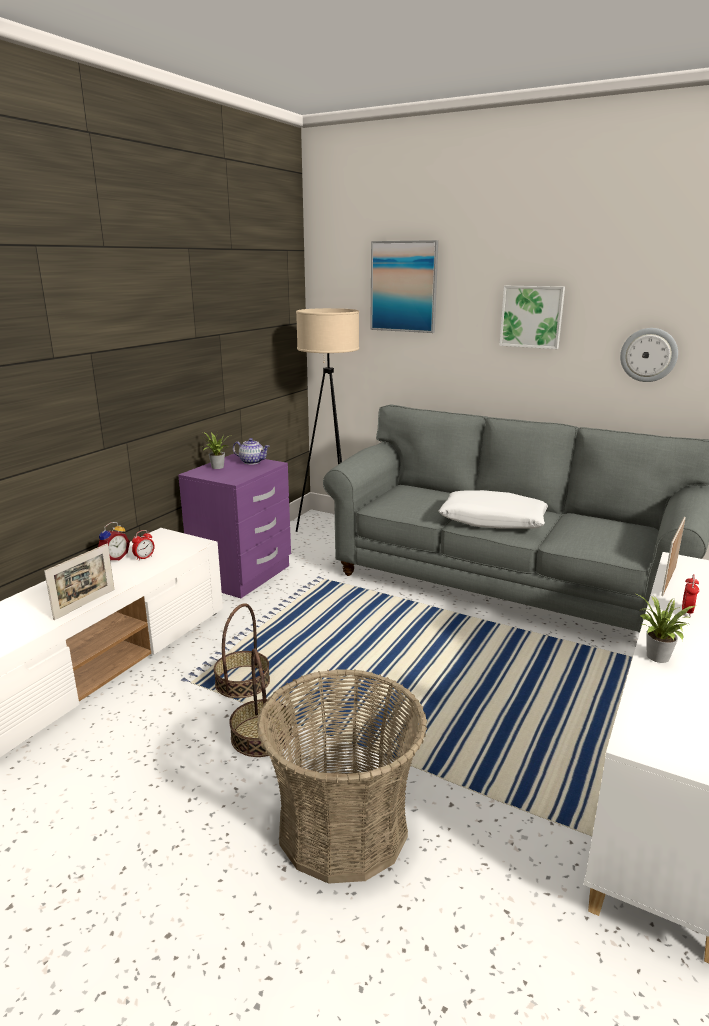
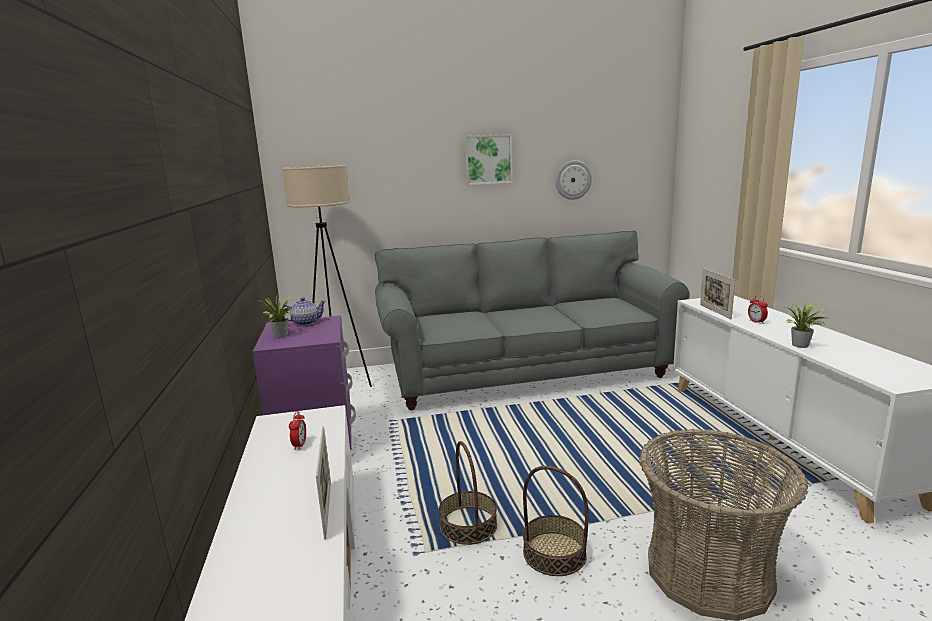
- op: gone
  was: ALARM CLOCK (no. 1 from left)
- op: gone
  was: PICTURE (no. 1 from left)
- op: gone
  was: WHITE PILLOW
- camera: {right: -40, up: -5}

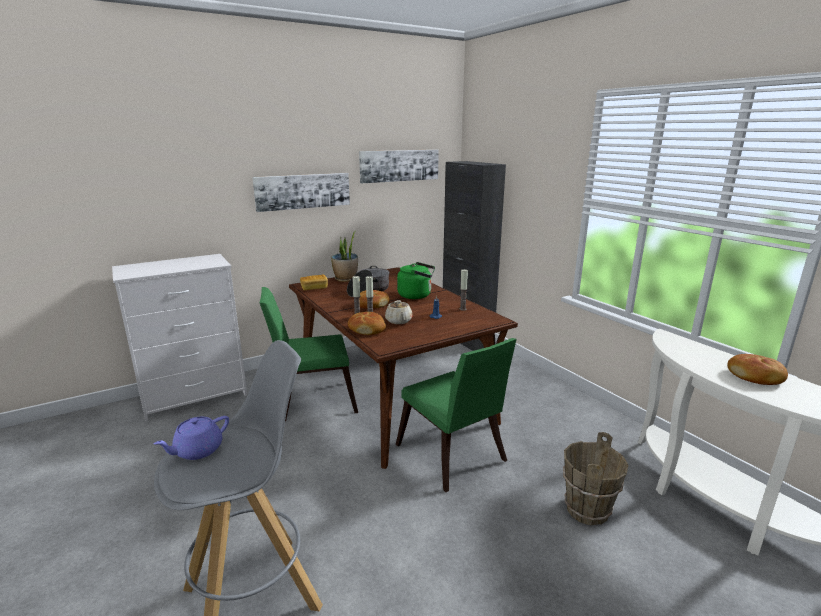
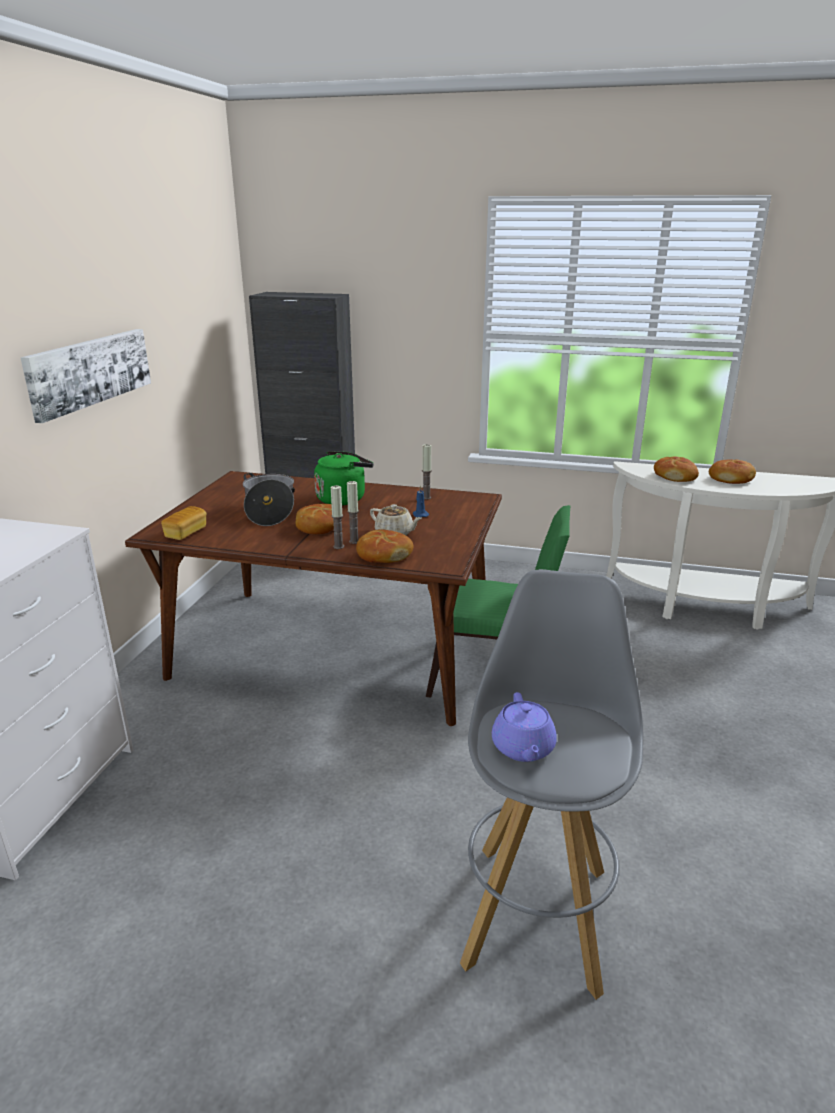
- op: gone
  was: GREEN CHAIR (no. 1 from left)
- op: gone
  was: POTTED PLANT
- op: gone
  was: PICTURE (no. 2 from left)
- op: gone
  was: BROWN BUCKET
- op: new
  now: BREAD (no. 4 from left)
- camera: {right: -45, up: 5}

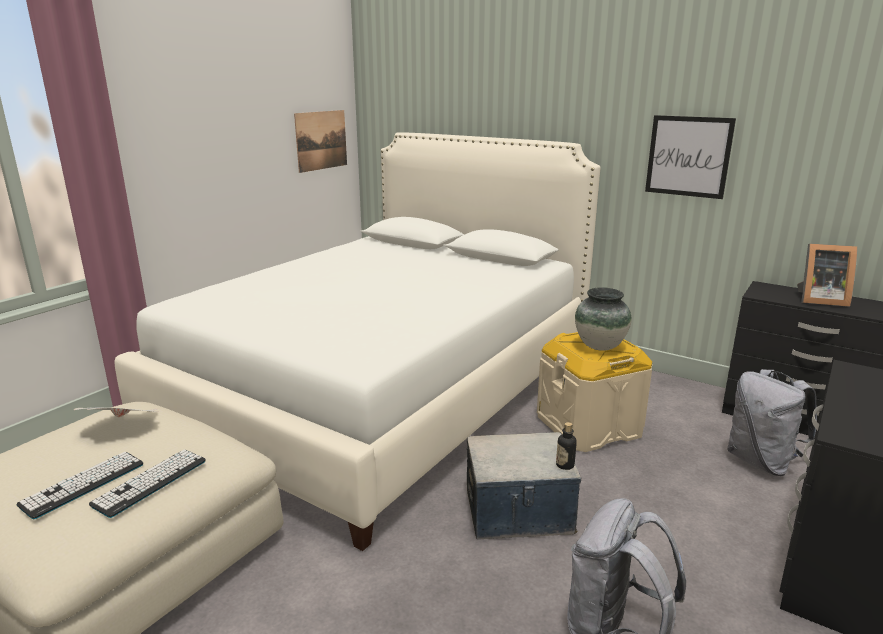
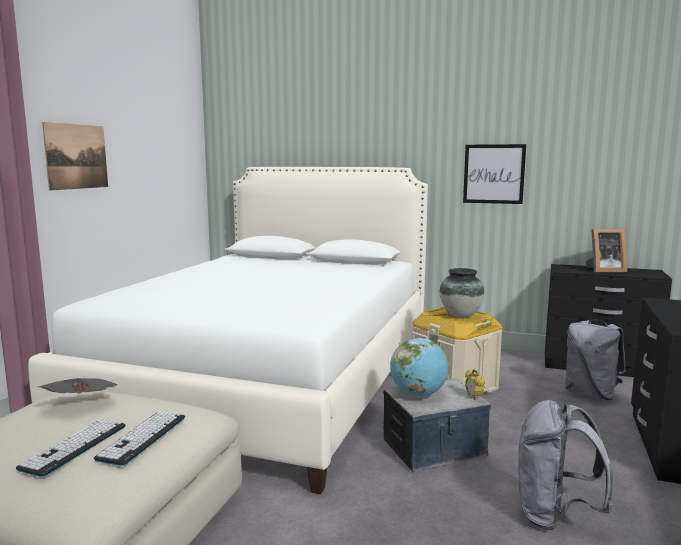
- op: shifted
  was: PICTURE (no. 1 from left)
- op: swapped
  was: BOTTLE
  now: ALARM CLOCK
- op: new
  now: GLOBE
- camera: {right: -15, up: -10}

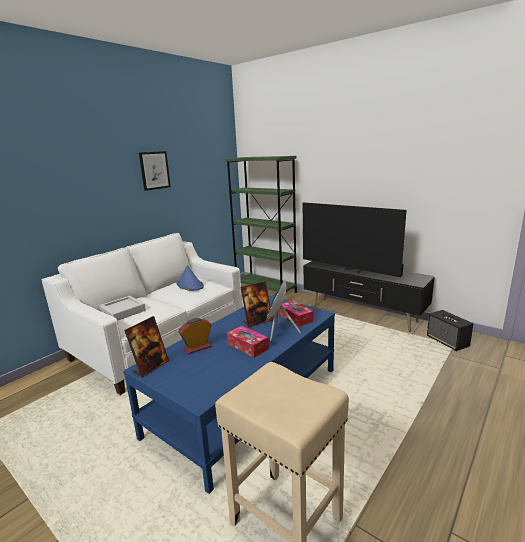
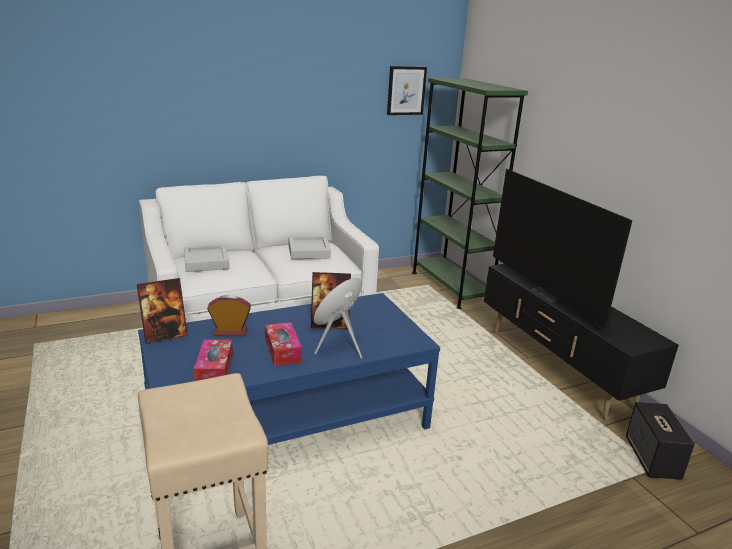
- op: shifted
  was: PICTURE
- op: swapped
  was: BLUE HAT
  now: GREY TRAY (no. 2 from left)
- op: shifted
  was: TISSUE BOX (no. 2 from left in the first image)
  now: TISSUE BOX (no. 1 from left)
- camera: {right: 25, up: 5}

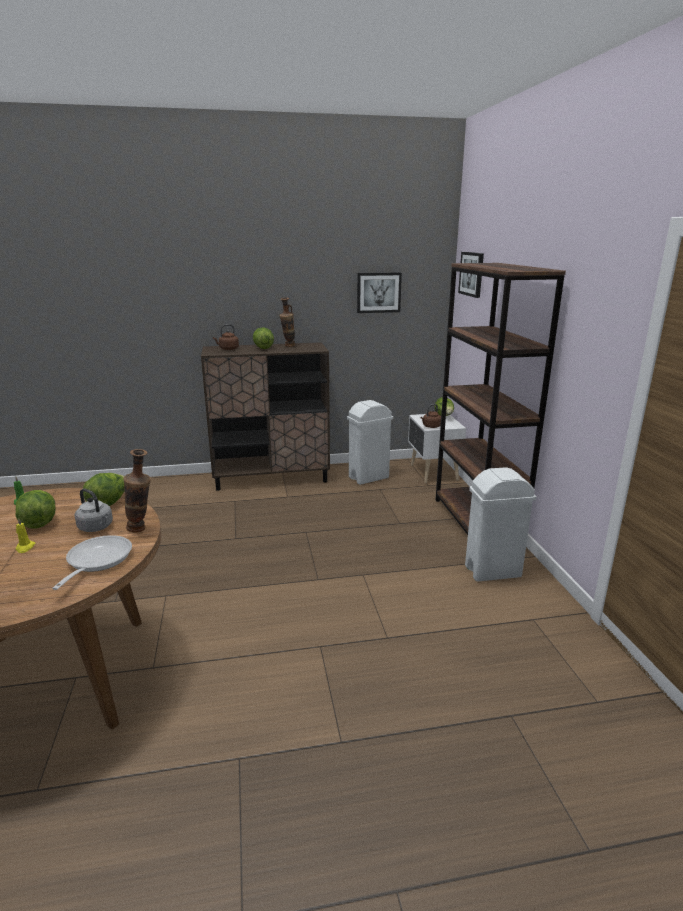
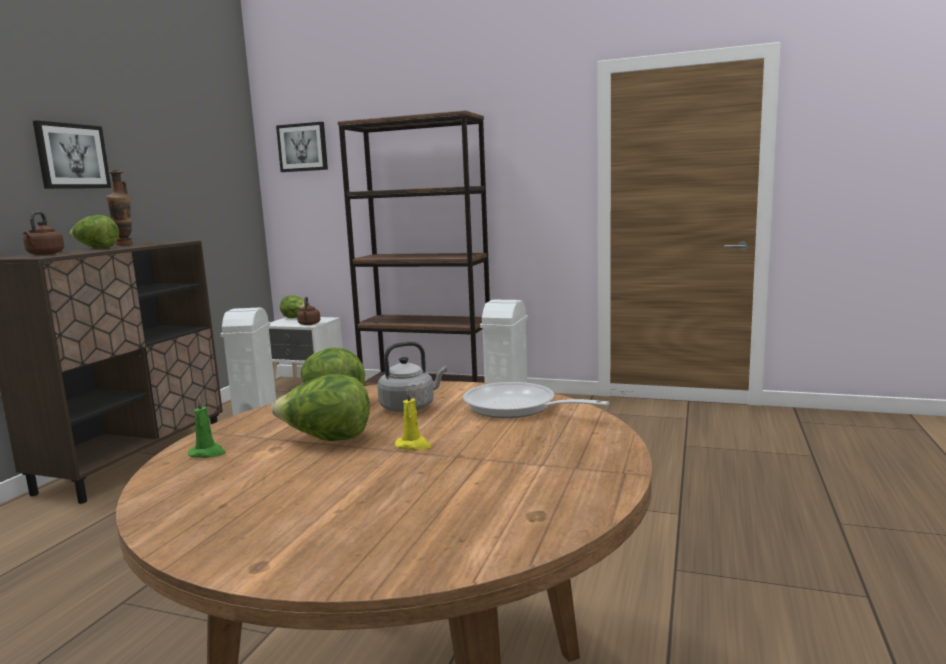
- op: gone
  was: VASE (no. 1 from left)
- op: shifted
  was: PICTURE (no. 1 from left)
- camera: {right: -60, up: -10}

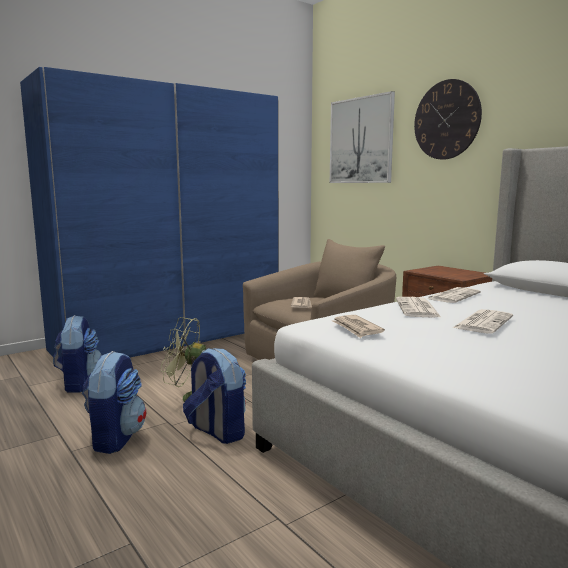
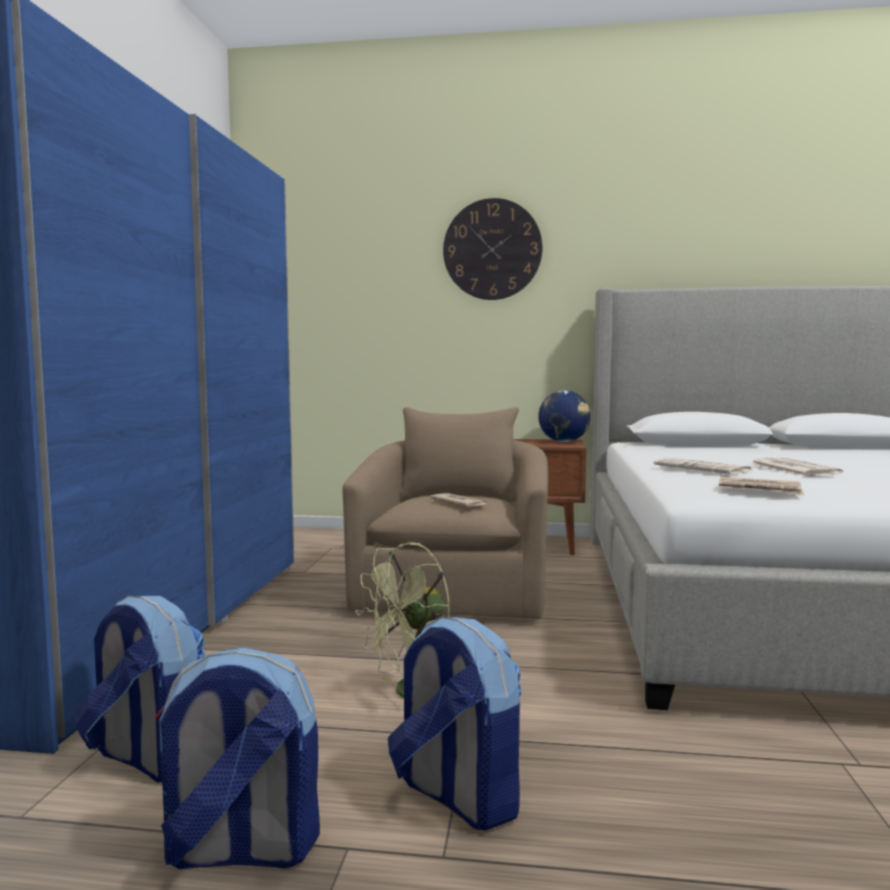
- op: shifted
  was: BACKPACK (no. 3 from left in the first image)
  now: BACKPACK (no. 2 from left)
- op: gone
  was: PICTURE
- op: gone
  was: NEWSPAPER (no. 4 from left)
- op: new
  now: GLOBE
- camera: {right: -45, up: -5}

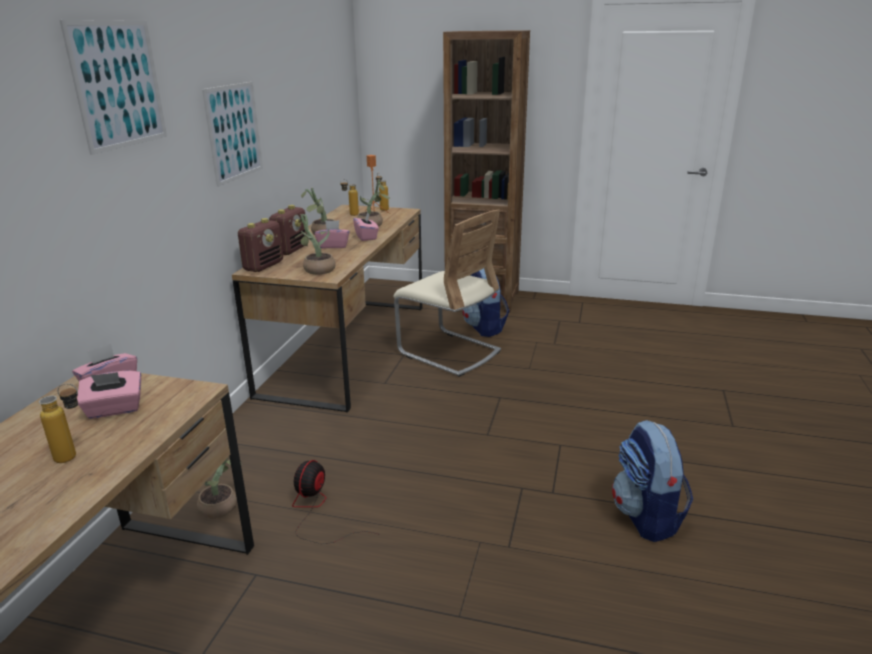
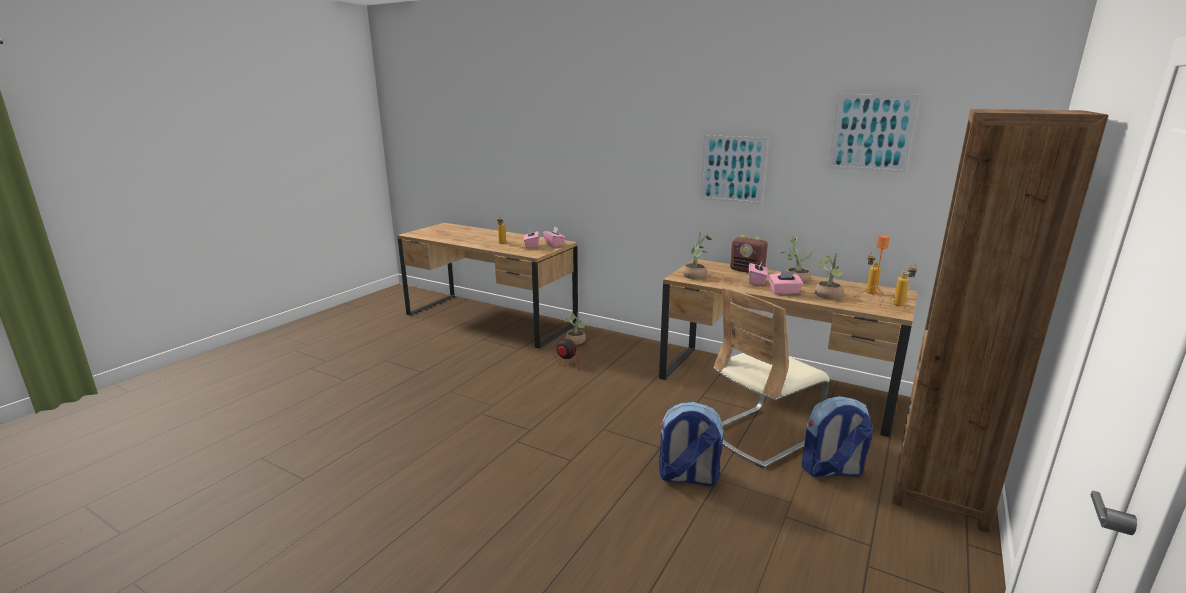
- op: shifted
  was: PICTURE (no. 1 from left in the first image)
  now: PICTURE (no. 2 from left)
- op: gone
  was: RADIO (no. 1 from left)
- op: shifted
  was: BACKPACK (no. 2 from left in the first image)
  now: BACKPACK (no. 1 from left)
- camera: {right: 105, up: -5}

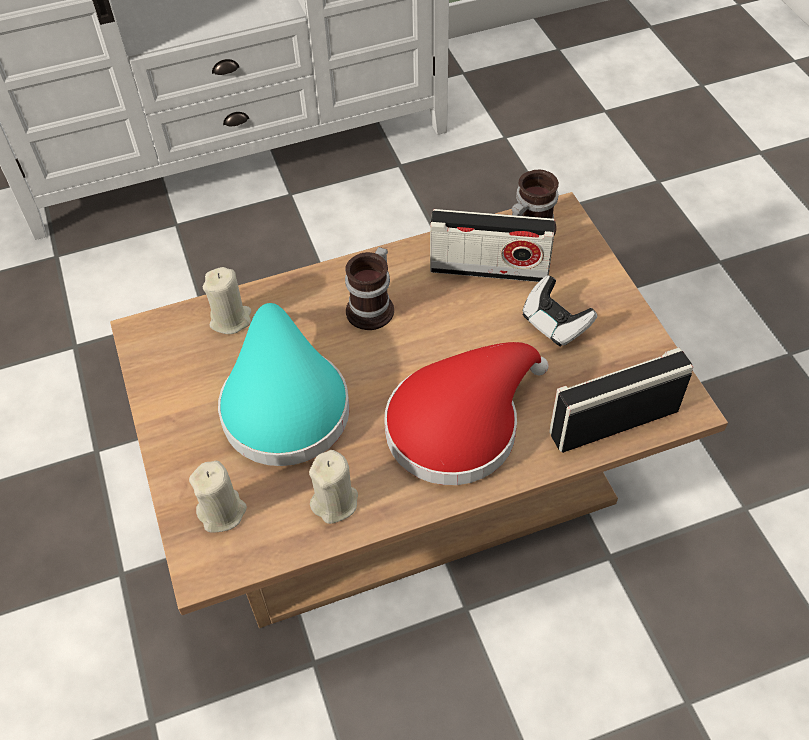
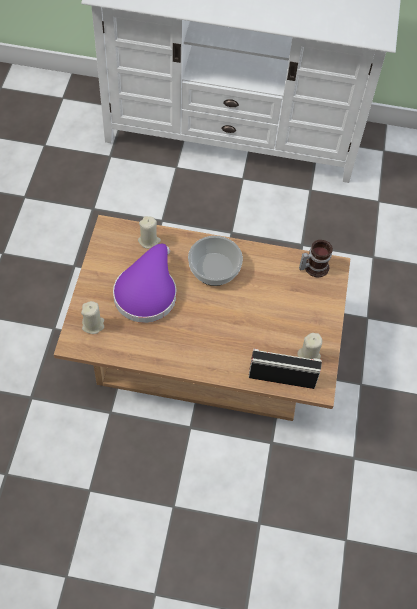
- op: repainted
  was: TURQUOISE HAT
  now: PURPLE HAT
- op: shifted
  was: BEIGE CANDLE (no. 3 from left)
- op: swapped
  was: MUG (no. 1 from left)
  now: BOWL
- op: gone
  was: RED HAT
- op: gone
  was: RADIO (no. 1 from left)
- op: gone
  was: GAME CONTROLLER
- camera: {right: 25, up: 5}

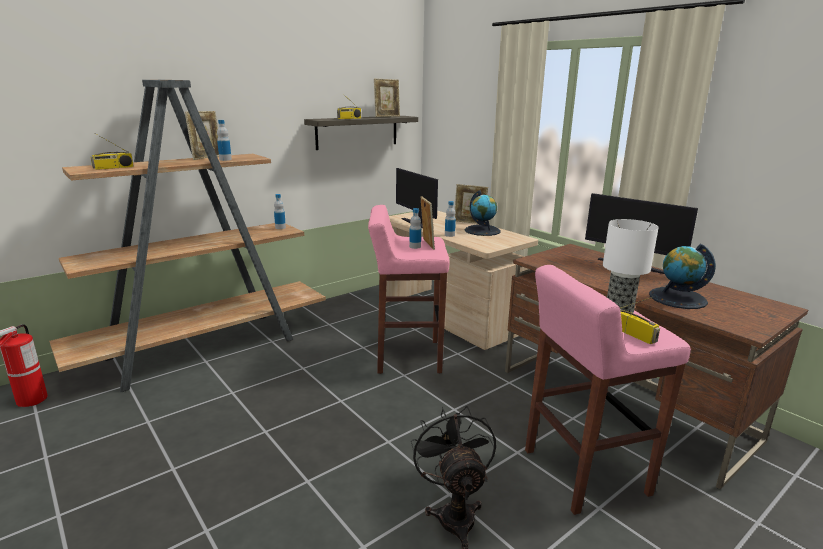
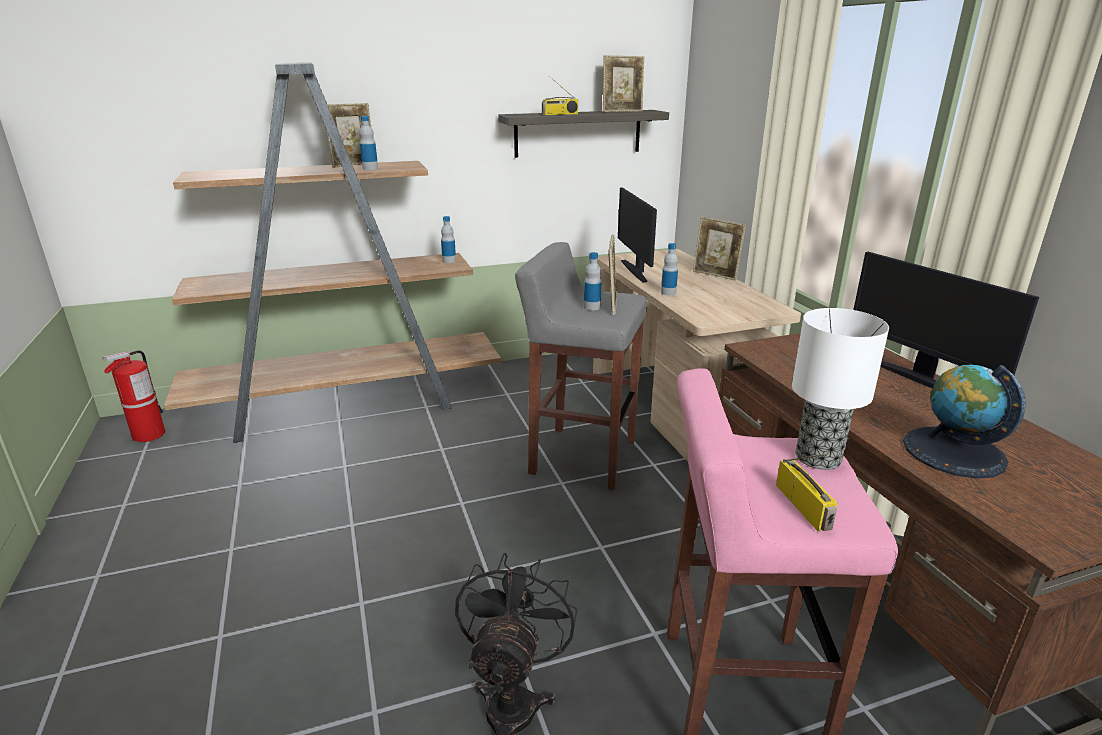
- op: gone
  was: RADIO (no. 1 from left)
- op: repainted
  was: PINK STOOL (no. 1 from left)
  now: GREY STOOL
- op: gone
  was: GLOBE (no. 1 from left)
- camera: {right: 20, up: 5}

